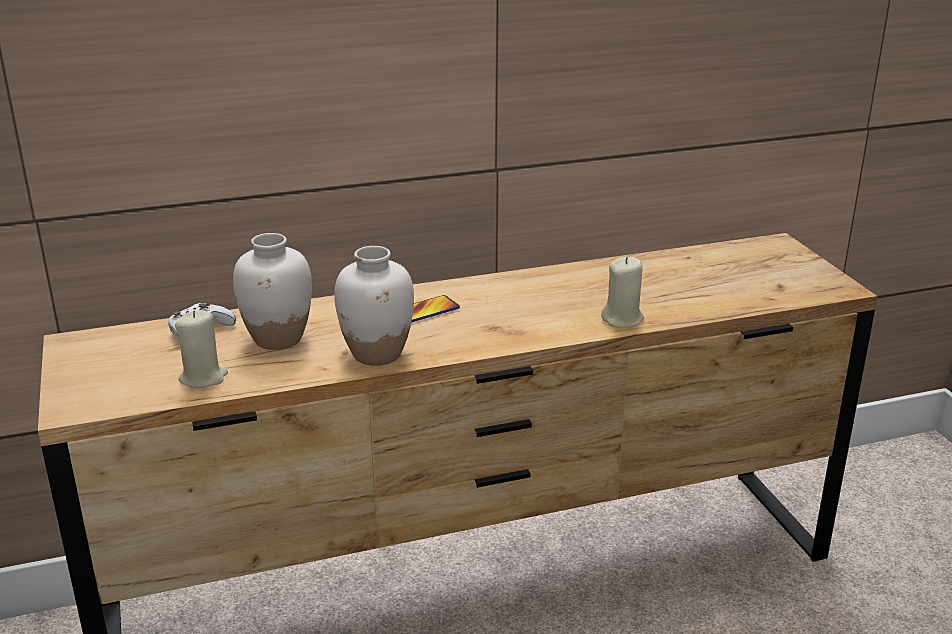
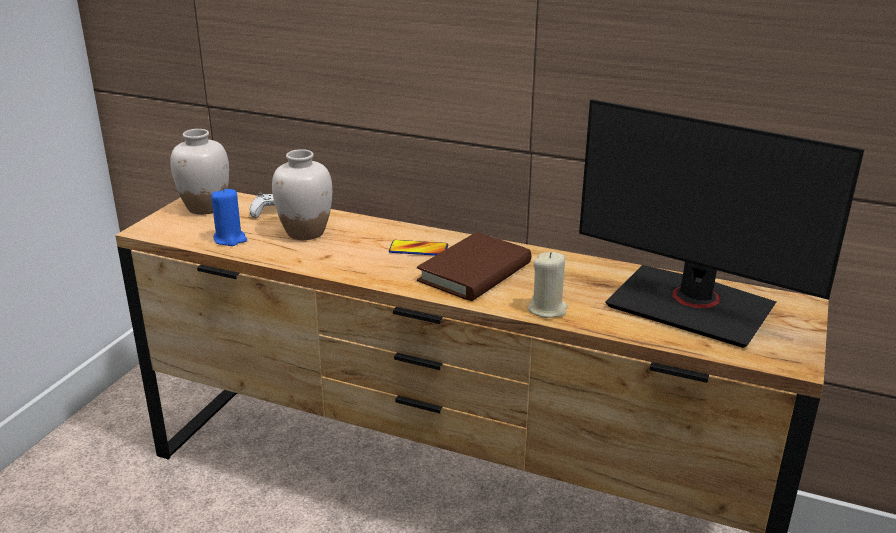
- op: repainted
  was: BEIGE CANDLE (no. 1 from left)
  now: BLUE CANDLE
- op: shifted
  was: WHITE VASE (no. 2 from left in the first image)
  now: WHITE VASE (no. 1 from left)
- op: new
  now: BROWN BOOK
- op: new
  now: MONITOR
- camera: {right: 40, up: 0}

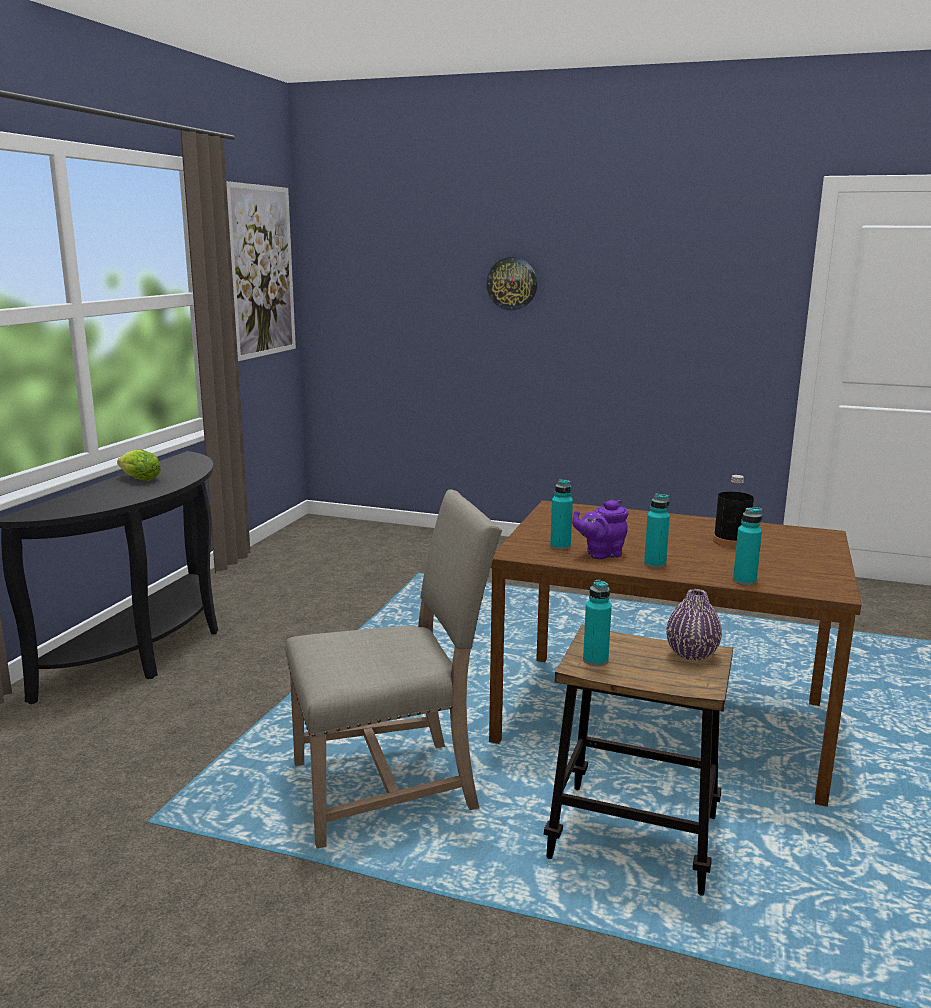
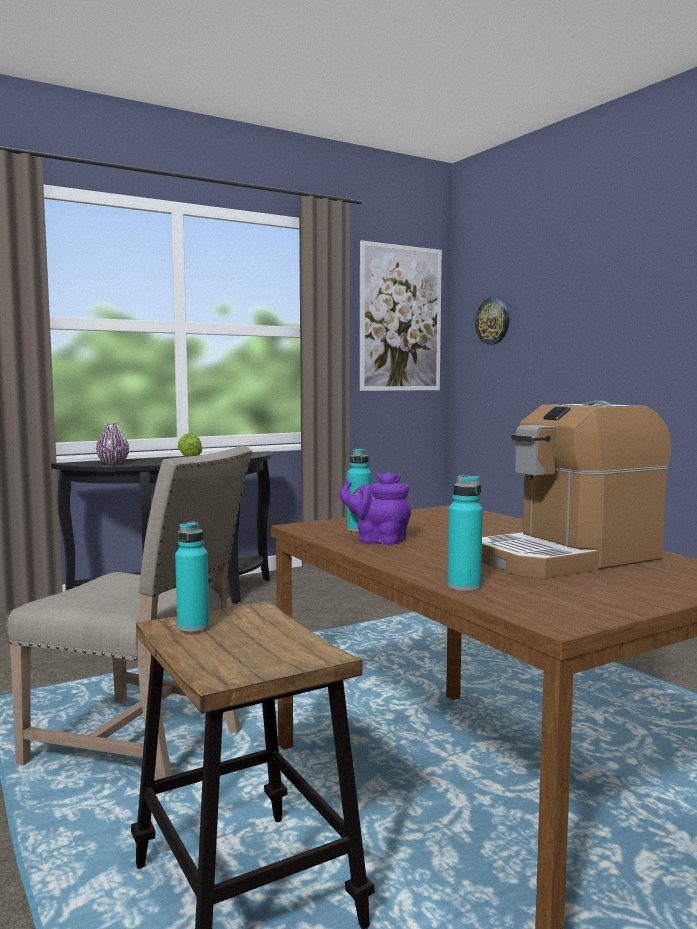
- op: shifted
  was: WALL CLOCK
- op: gone
  was: TURQUOISE BOTTLE (no. 3 from left)
- op: shifted
  was: PURPLE VASE
- op: swapped
  was: BLACK BOTTLE
  now: COFFEE MACHINE
- camera: {right: 40, up: -10}

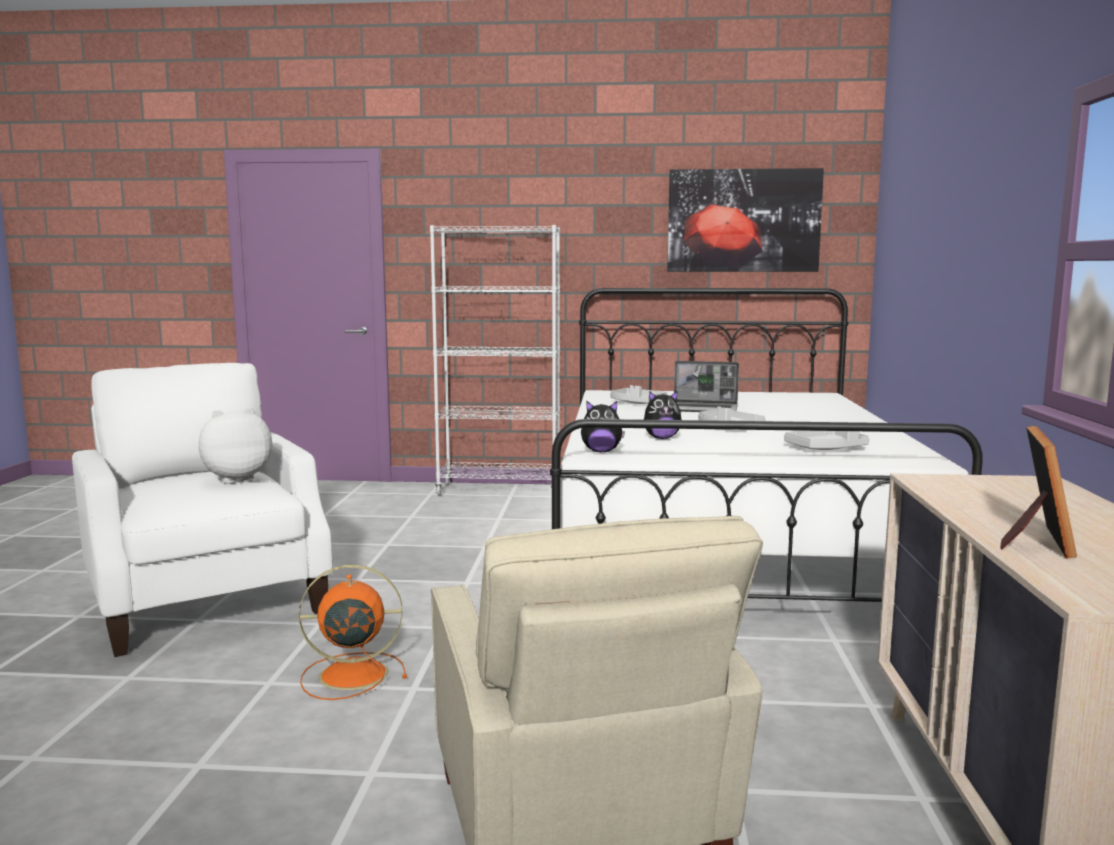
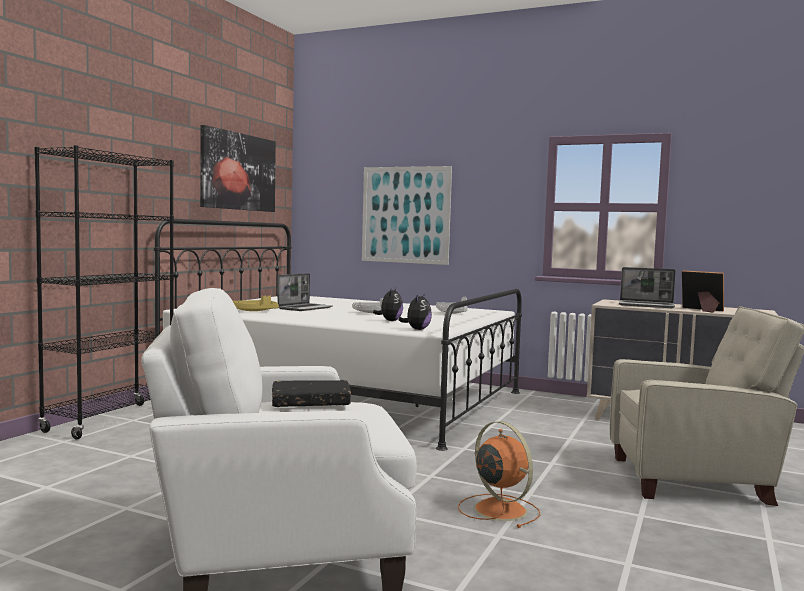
- op: swapped
  was: PLUSH TOY (no. 1 from left)
  now: BLACK BOOK
- op: rotated
  was: ORANGE FAN
  clockwise: 135
- op: repainted
  was: WHITE BOOKCASE
  now: BLACK BOOKCASE
- op: repainted
  was: GREY TRAY (no. 1 from left)
  now: YELLOW TRAY
- op: new
  now: PICTURE (no. 2 from left)
- op: new
  now: LAPTOP (no. 2 from left)
- camera: {right: -70, up: -5}

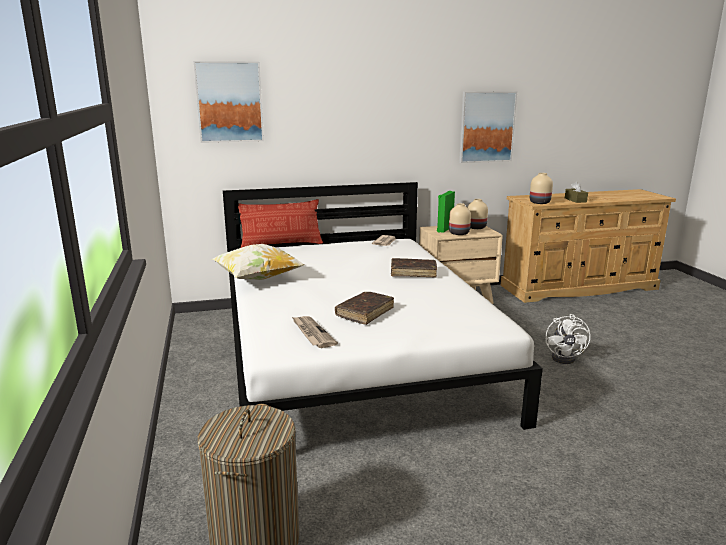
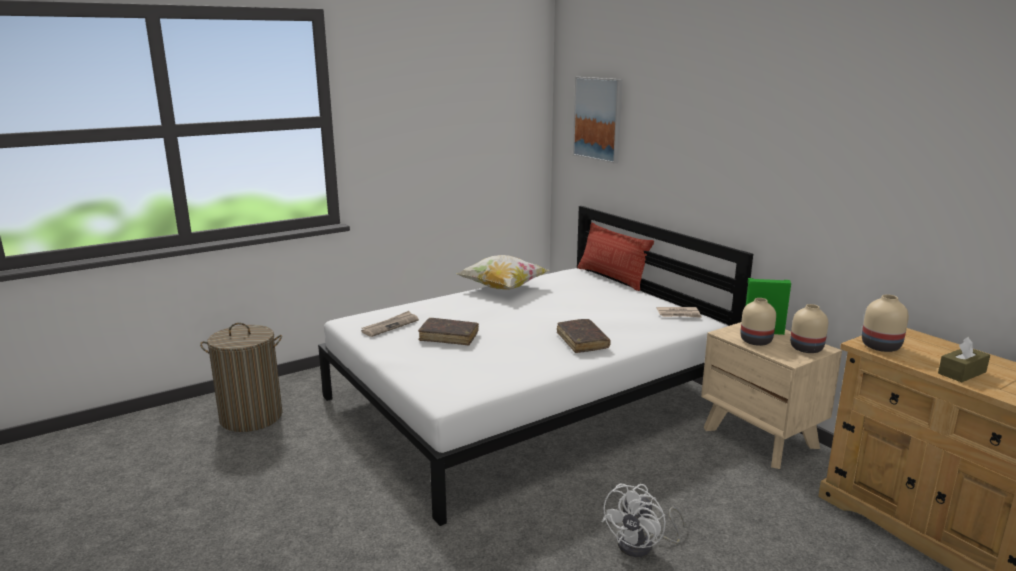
- op: gone
  was: PICTURE (no. 2 from left)
- op: rotated
  was: WHITE FAN
  clockwise: -45
- camera: {right: 70, up: 0}

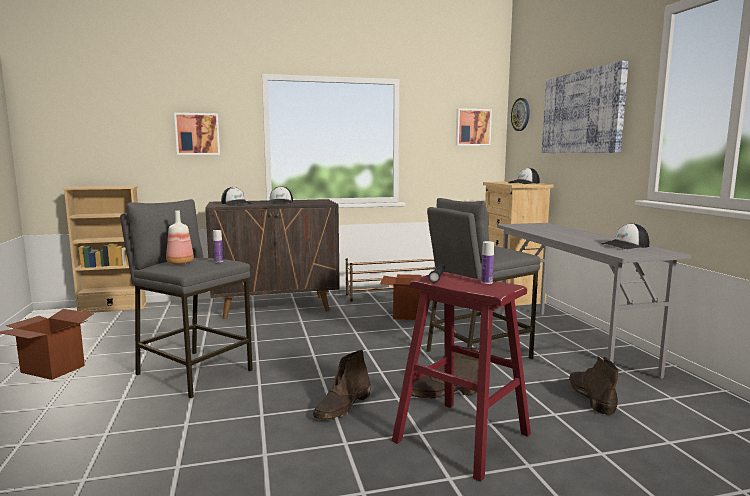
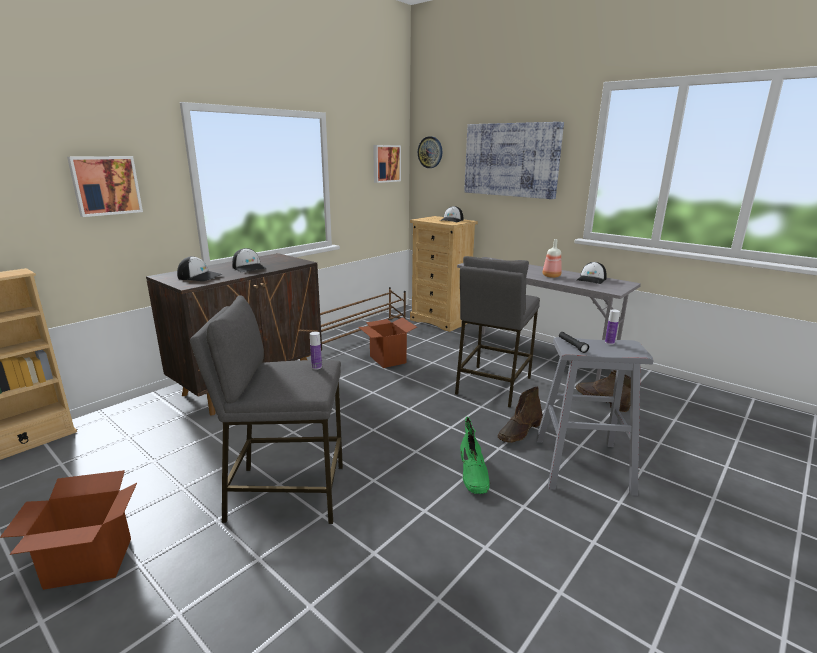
- op: shifted
  was: BOTTLE (no. 1 from left in the first image)
  now: BOTTLE (no. 2 from left)
- op: repainted
  was: BROWN BOOT (no. 1 from left)
  now: GREEN BOOT
- op: repainted
  was: RED STOOL
  now: GREY STOOL (no. 3 from left)
- camera: {right: -35, up: 10}

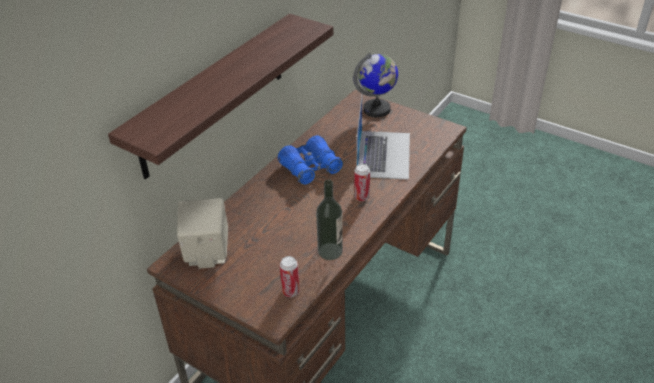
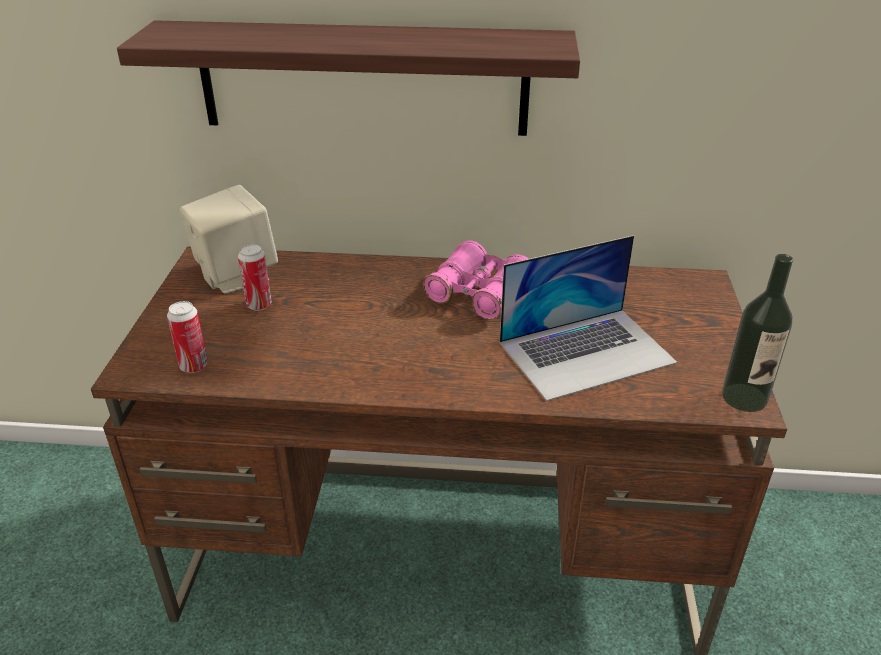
- op: repainted
  was: BLUE BINOCULARS
  now: PINK BINOCULARS
- op: shifted
  was: BOTTLE
- op: gone
  was: GLOBE
- op: shifted
  was: CAN (no. 2 from left)
- camera: {right: 60, up: -5}

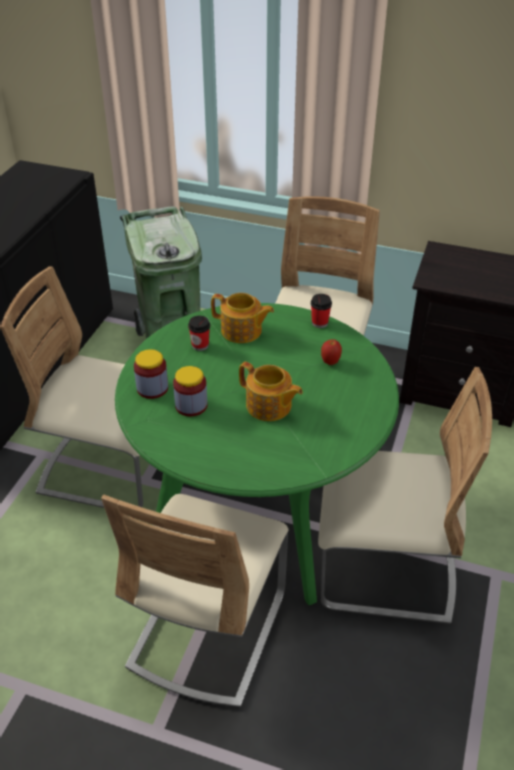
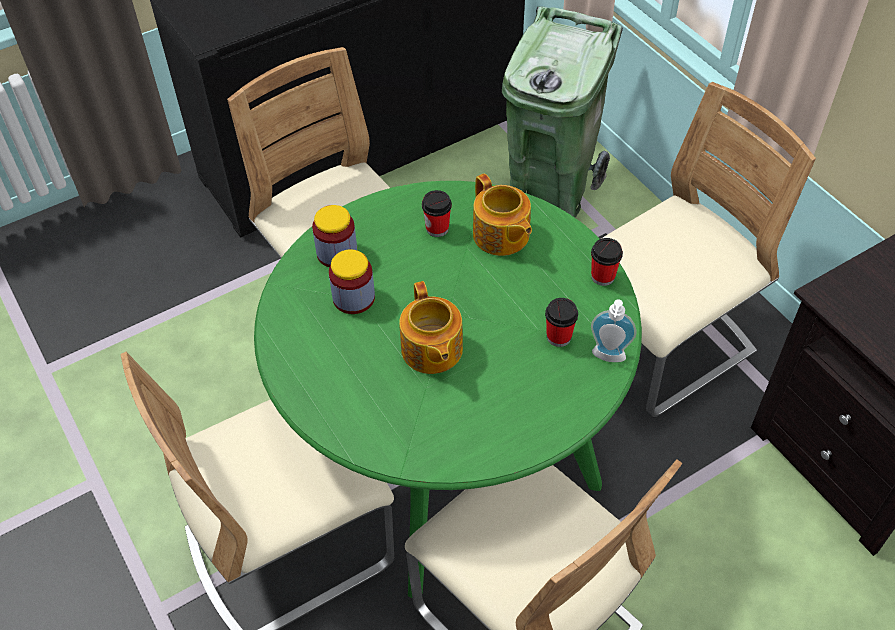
- op: swapped
  was: APPLE
  now: CUP (no. 2 from left)
- op: new
  now: SOAP DISPENSER
- camera: {right: 40, up: 10}

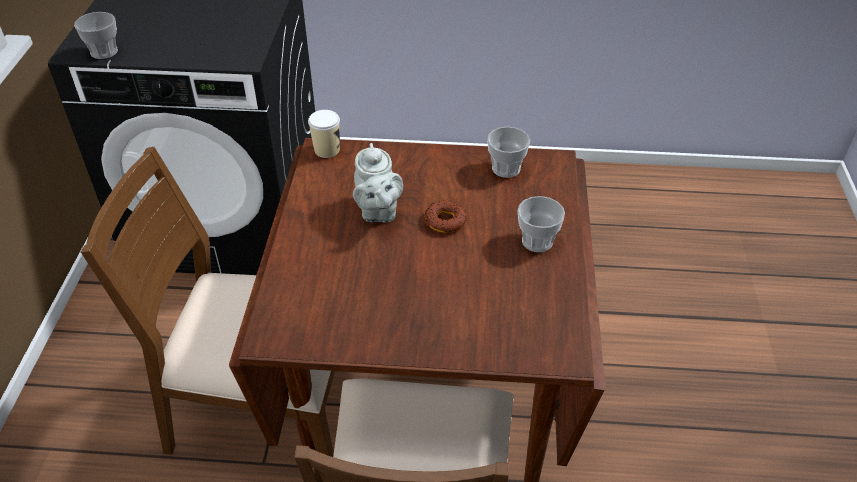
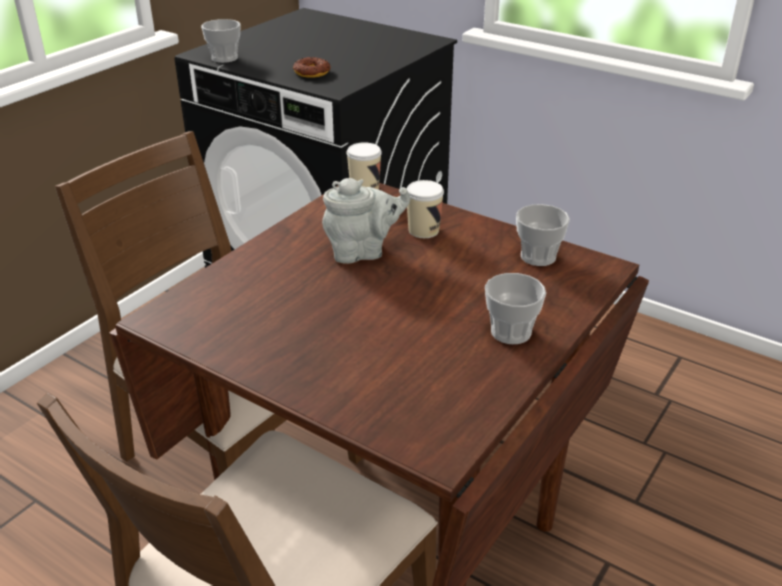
- op: rotated
  was: GREY TEAPOT
  clockwise: -120
- op: shifted
  was: DONUT
- op: new
  now: CUP (no. 3 from left)
- camera: {right: 30, up: -10}

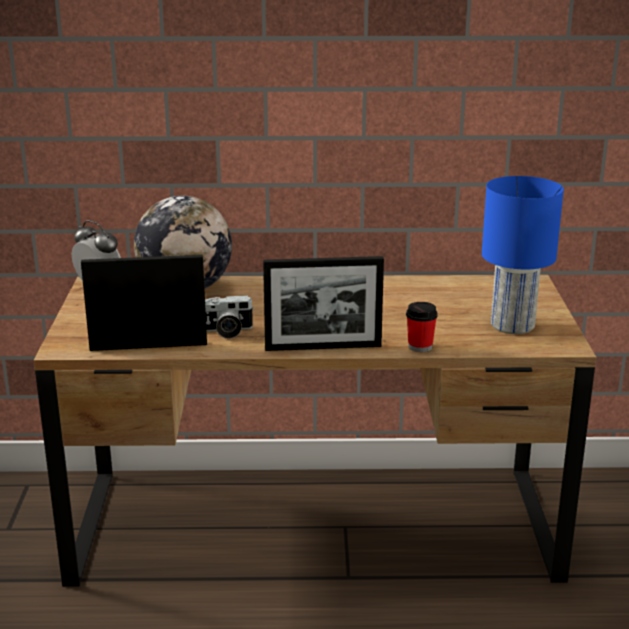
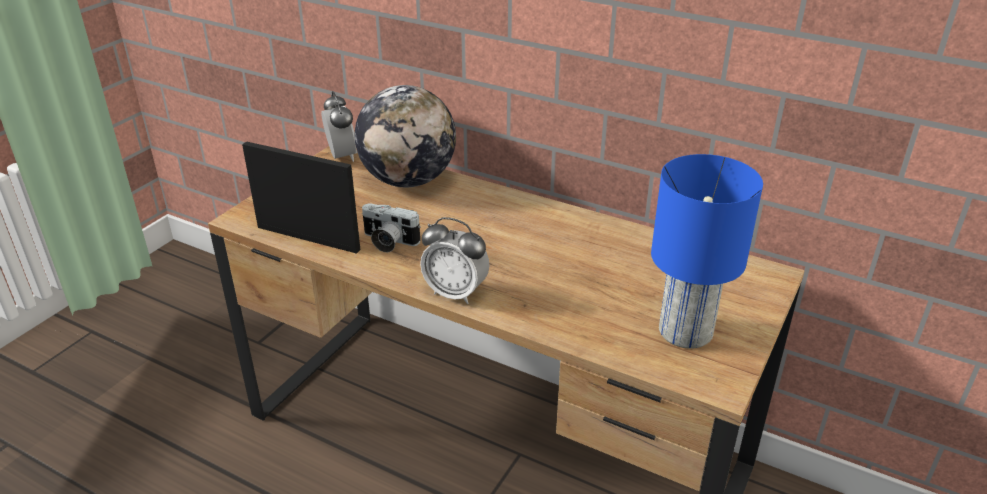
- op: swapped
  was: PICTURE FRAME (no. 2 from left)
  now: ALARM CLOCK (no. 2 from left)
- op: gone
  was: CUP
- camera: {right: 30, up: 10}

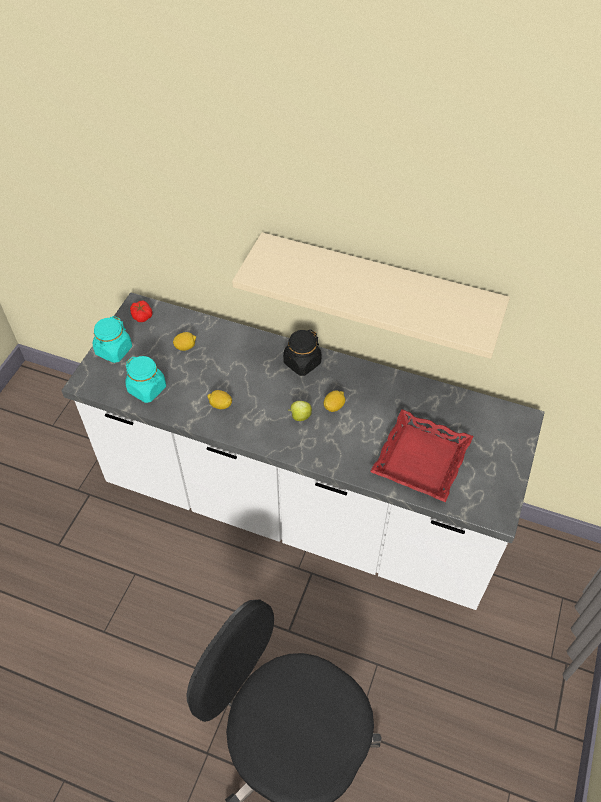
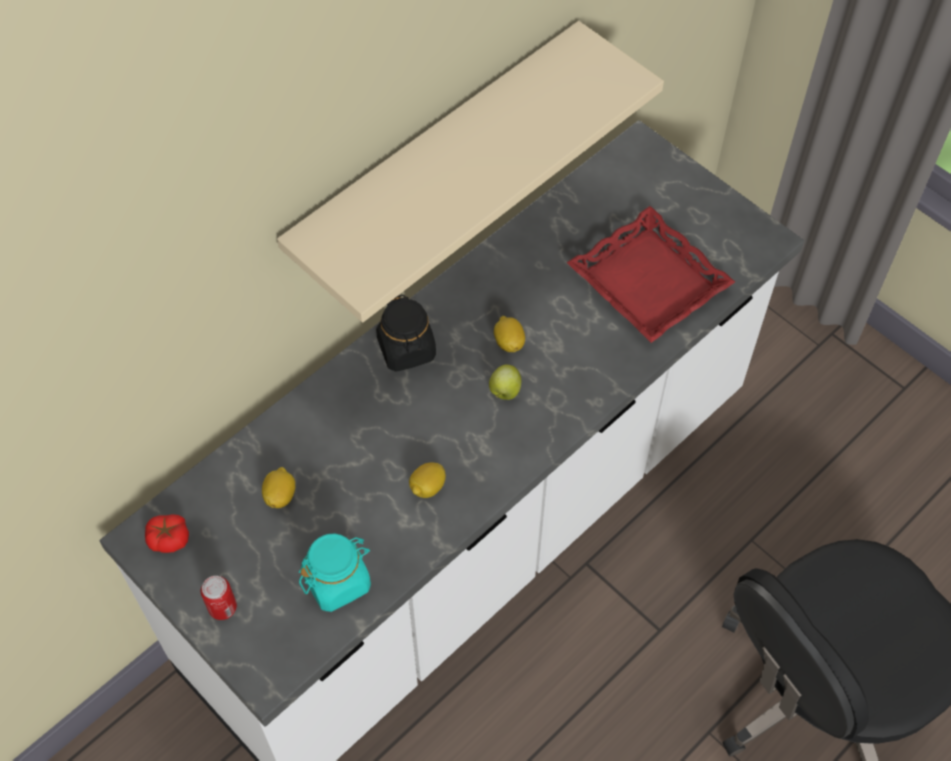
- op: swapped
  was: TURQUOISE JAR (no. 1 from left)
  now: CAN
- camera: {right: -65, up: 5}

